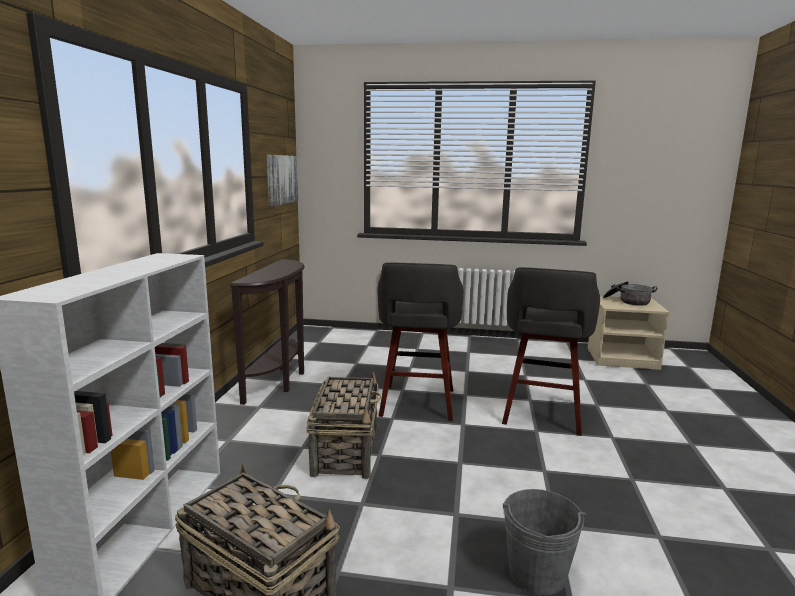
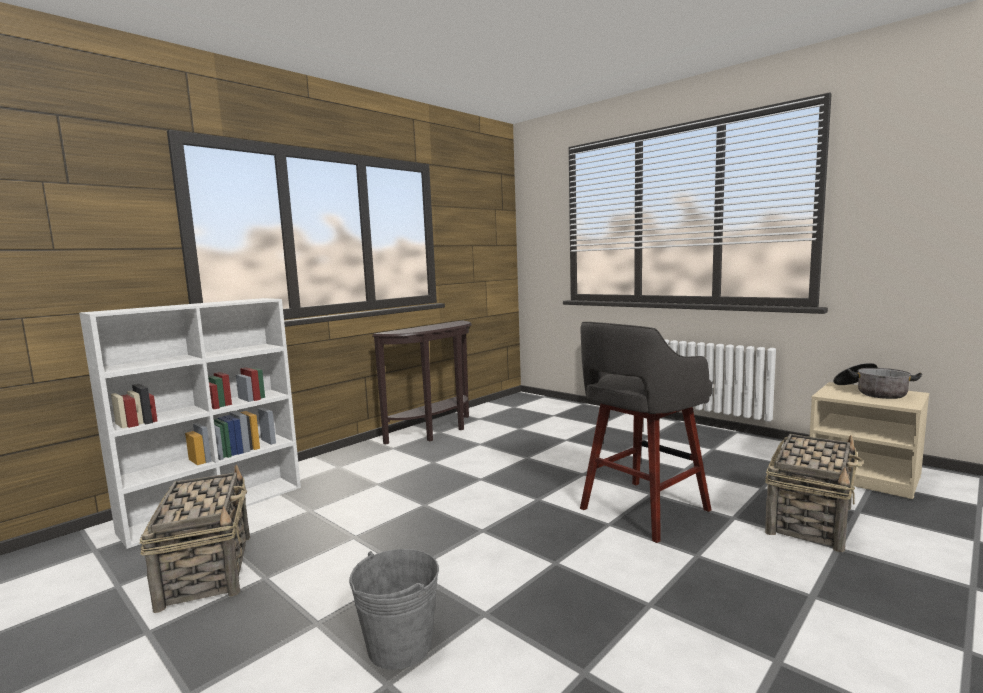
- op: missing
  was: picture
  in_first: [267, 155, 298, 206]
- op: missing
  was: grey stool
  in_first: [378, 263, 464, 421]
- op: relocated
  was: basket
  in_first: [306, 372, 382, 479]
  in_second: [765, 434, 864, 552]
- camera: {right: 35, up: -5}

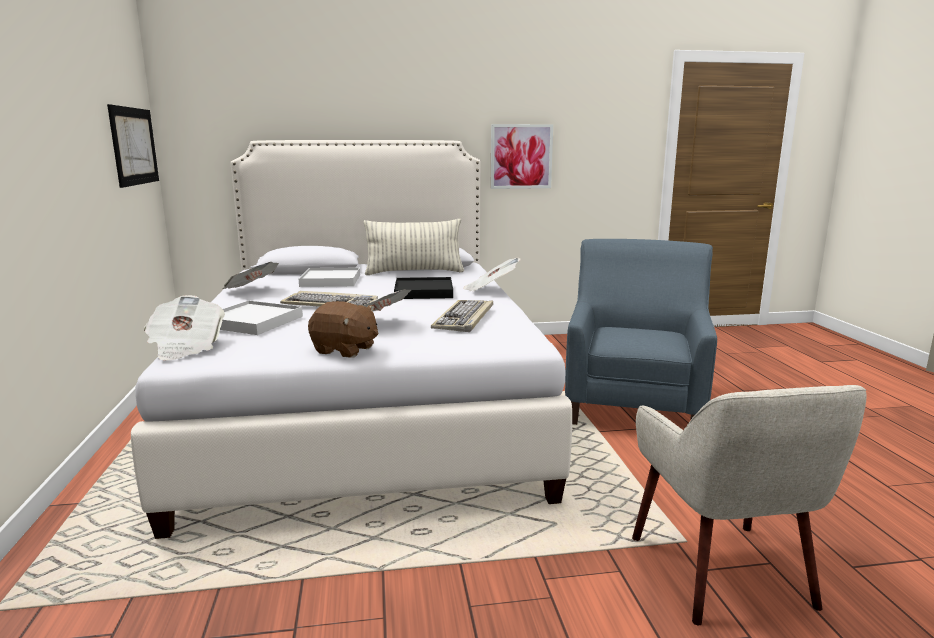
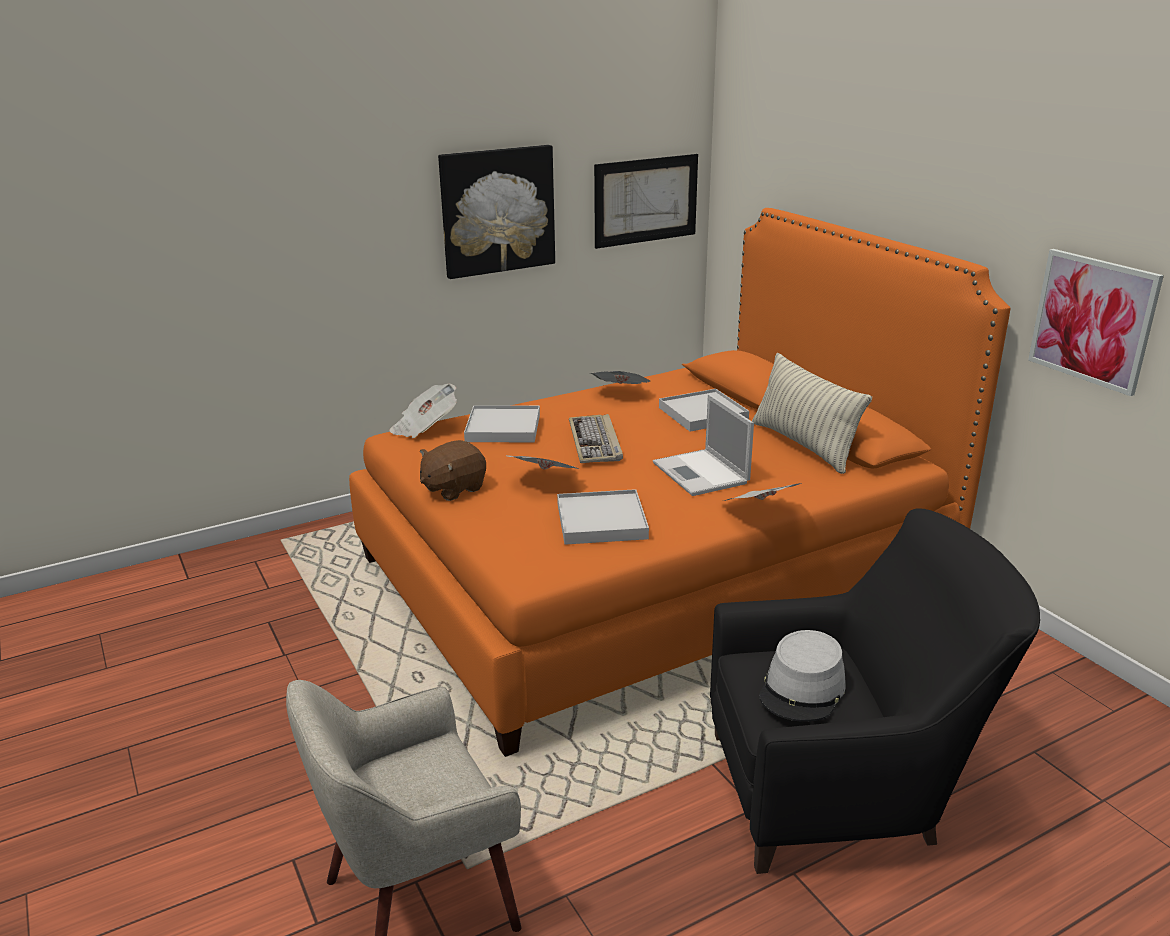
- op: appeared
  now: picture
  in_second: [438, 145, 555, 279]
- op: appeared
  now: grey hat
  in_second: [759, 630, 846, 722]
- op: exchanged
  was: black tray
  now: laptop
  in_first: [394, 277, 453, 299]
  in_second: [653, 394, 754, 496]
- op: exchanged
  was: keyboard
  now: white tray
  in_first: [431, 300, 493, 332]
  in_second: [557, 489, 649, 545]
- op: colour
  was: white bed
  now: orange bed
  in_first: [131, 140, 572, 539]
  in_second: [349, 208, 1010, 757]
- op: colour
  was: blue armchair
  now: black armchair
  in_first: [565, 239, 717, 425]
  in_second: [710, 508, 1040, 874]
- op: spun
  was: brown plush toy
  in_first: [308, 301, 378, 358]
  in_second: [420, 440, 486, 501]
  clockwise: 45
- camera: {right: 70, up: 10}

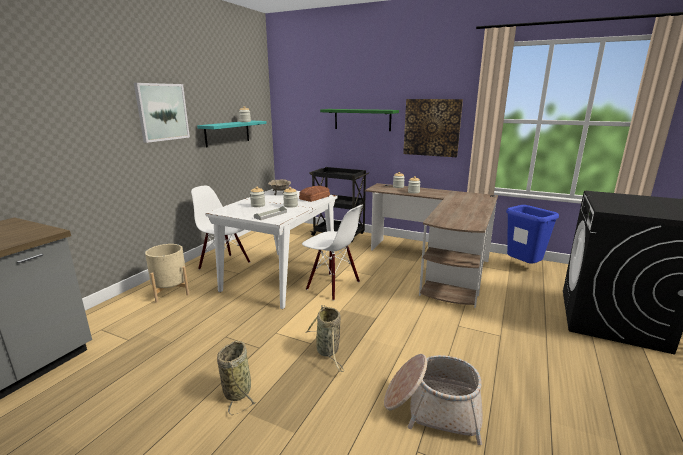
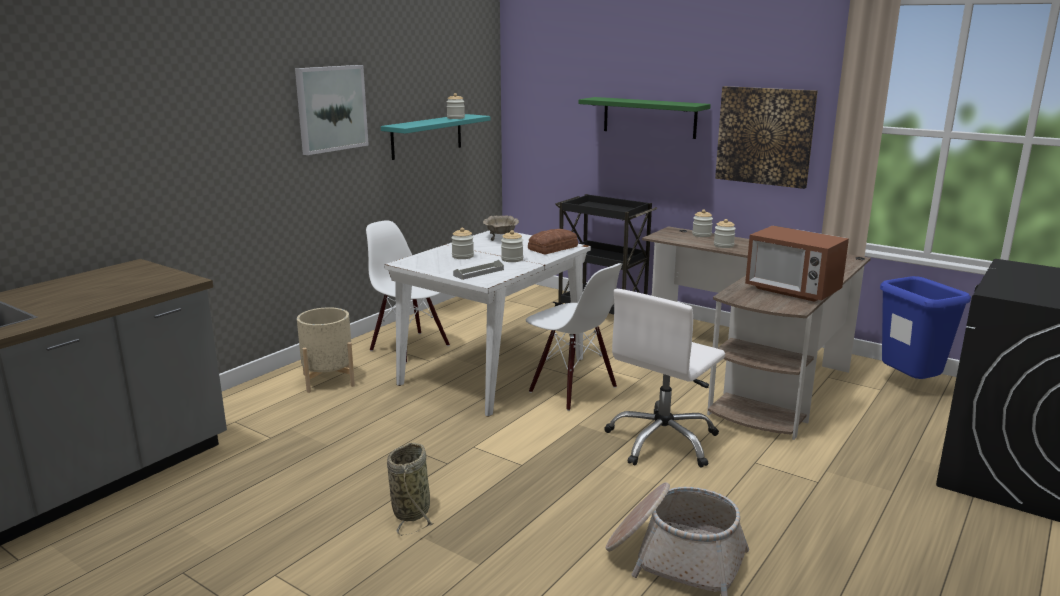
- op: missing
  was: basket
  in_first: [306, 305, 345, 372]
- op: appeared
  now: white office chair
  in_second: [604, 289, 725, 467]
- op: appeared
  now: microwave
  in_second: [745, 226, 849, 302]
- camera: {right: 10, up: 0}

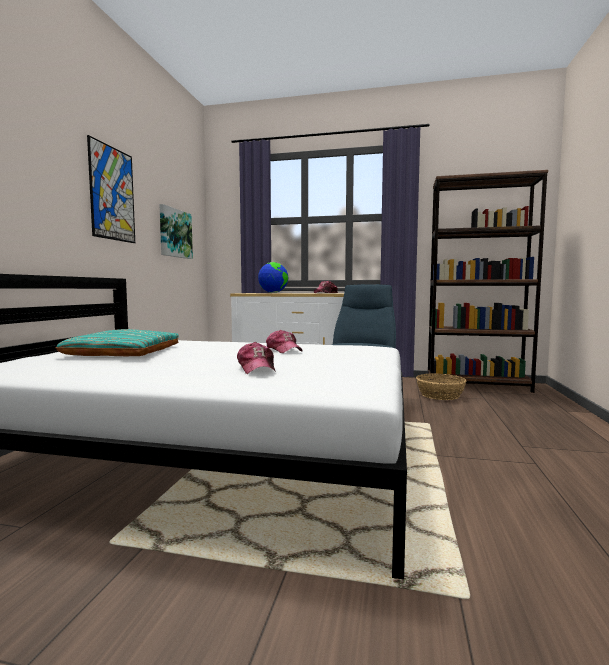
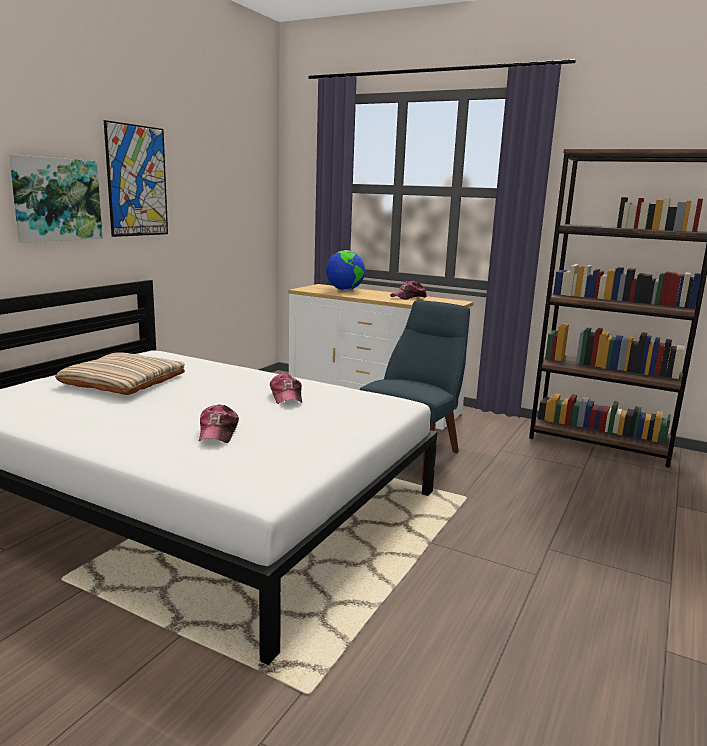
- op: missing
  was: basket
  in_first: [416, 373, 466, 400]
- op: relocated
  was: picture
  in_first: [159, 204, 193, 259]
  in_second: [9, 154, 103, 243]
- op: colour
  was: turquoise pillow
  now: beige pillow
  in_first: [55, 329, 179, 356]
  in_second: [55, 352, 185, 395]
- camera: {right: 15, up: 10}

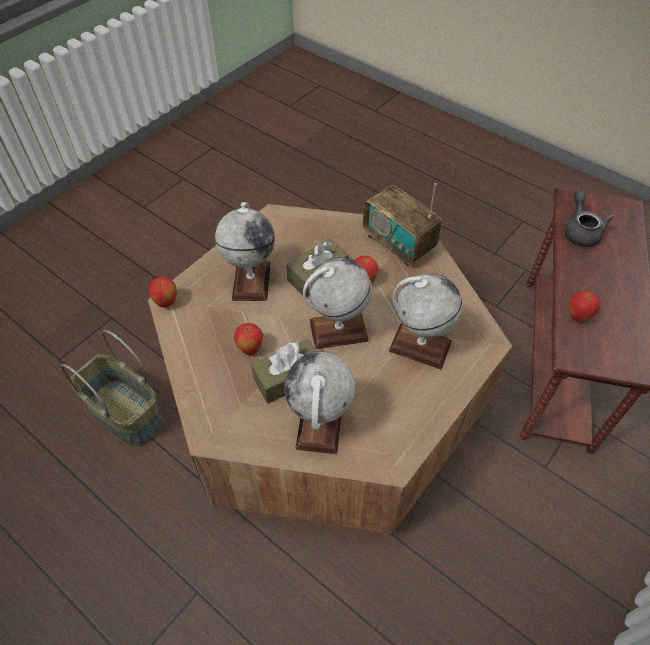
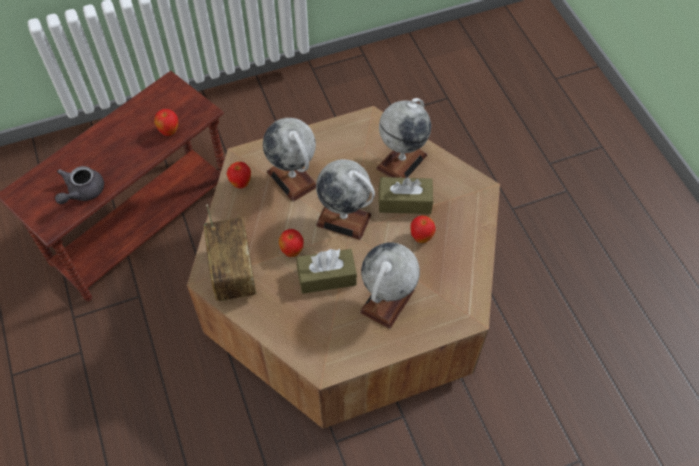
- op: missing
  was: basket
  in_first: [61, 330, 164, 446]
- op: relocated
  was: apple
  in_first: [149, 277, 177, 307]
  in_second: [227, 162, 251, 188]
- camera: {right: -150, up: 5}

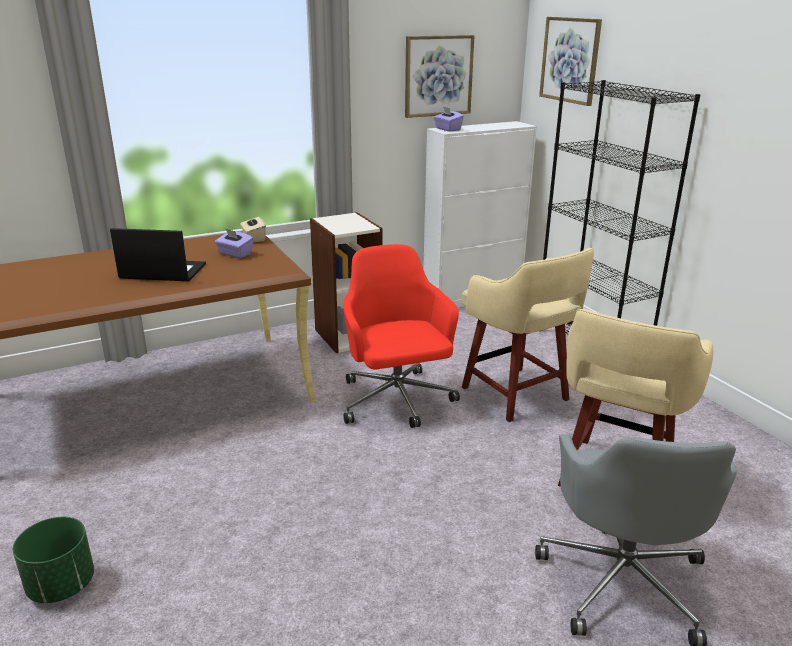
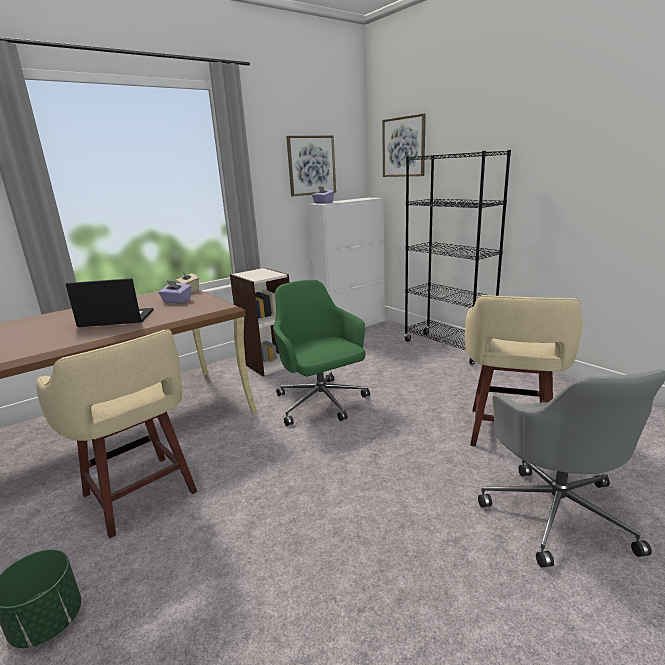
- op: relocated
  was: beige stool
  in_first: [462, 248, 594, 422]
  in_second: [36, 329, 197, 539]
- op: colour
  was: red office chair
  now: green office chair
  in_first: [343, 244, 460, 428]
  in_second: [273, 280, 370, 426]
- camera: {right: -10, up: -5}

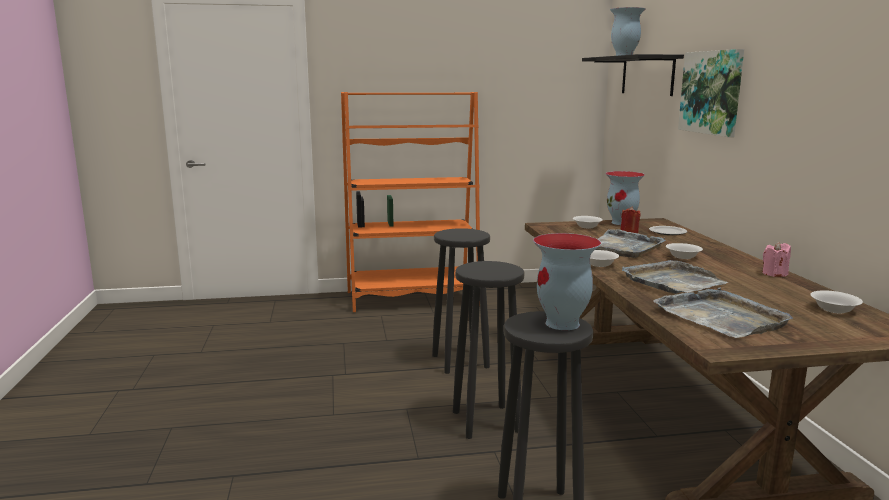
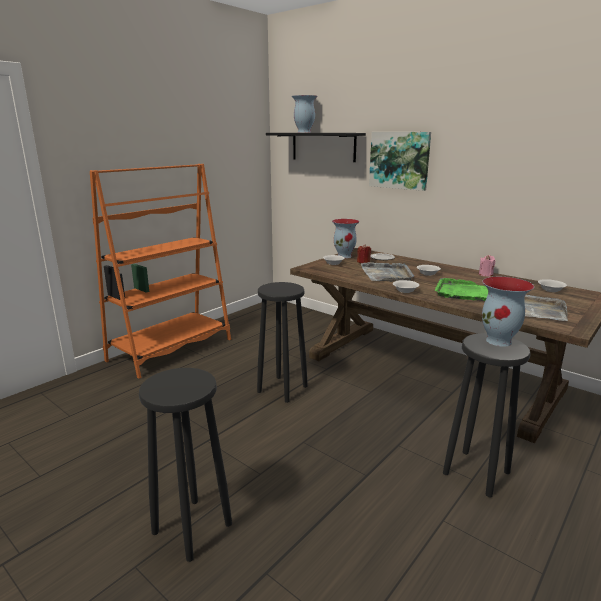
- op: relocated
  was: black stool
  in_first: [453, 261, 524, 439]
  in_second: [139, 368, 232, 562]
- op: colour
  was: grey tray
  now: green tray
  in_first: [622, 260, 728, 294]
  in_second: [434, 278, 488, 301]
- camera: {right: -40, up: 5}

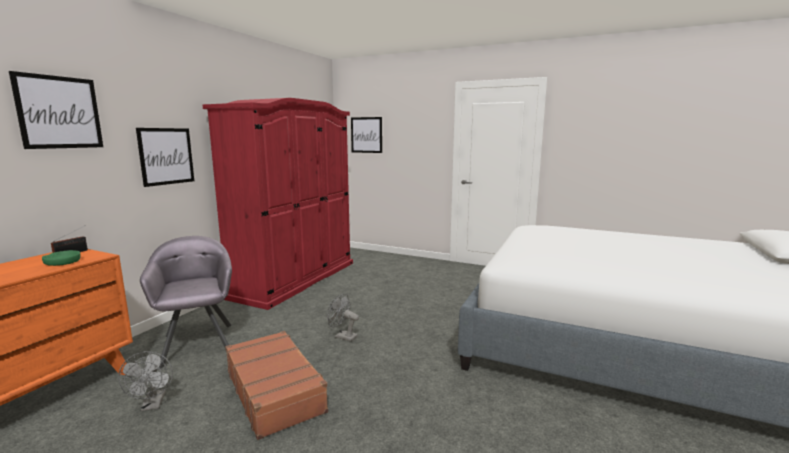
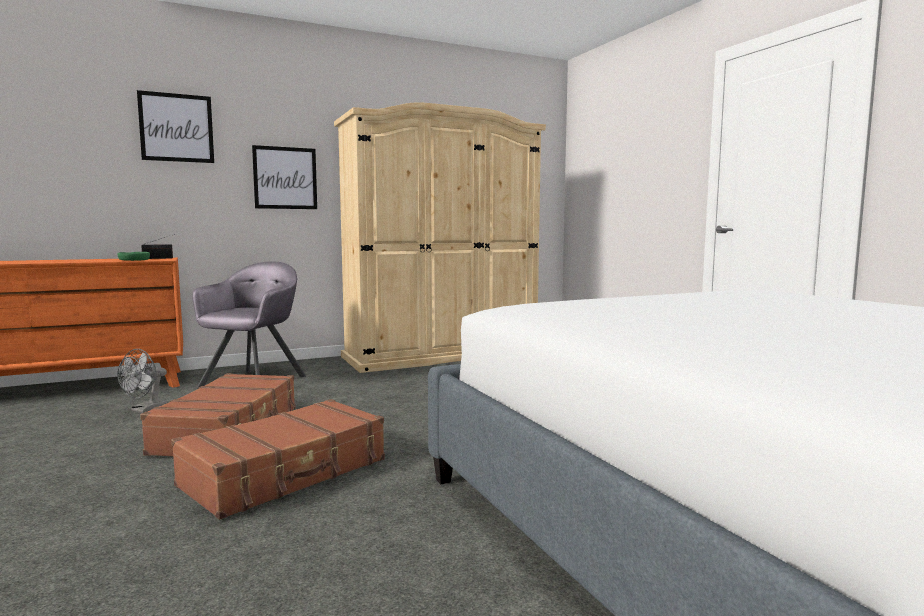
- op: missing
  was: grey fan
  in_first: [327, 294, 359, 342]
- op: missing
  was: picture
  in_first: [351, 117, 382, 153]
- op: appeared
  now: brown suitcase
  in_second: [171, 399, 385, 520]
- op: colour
  was: red wardrobe
  now: beige wardrobe
  in_first: [202, 98, 353, 310]
  in_second: [334, 102, 546, 373]
- camera: {right: 40, up: -5}

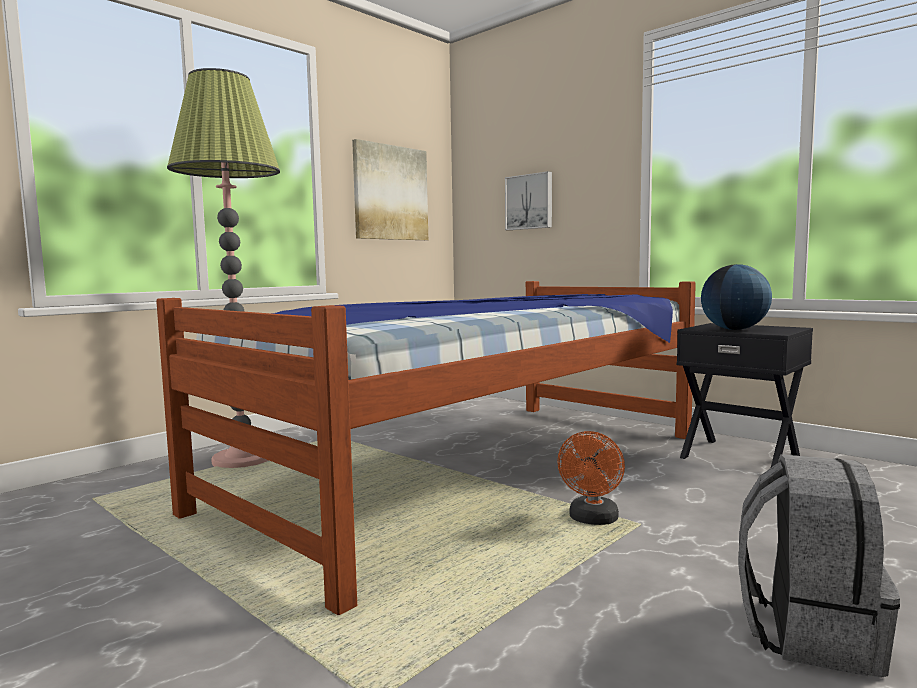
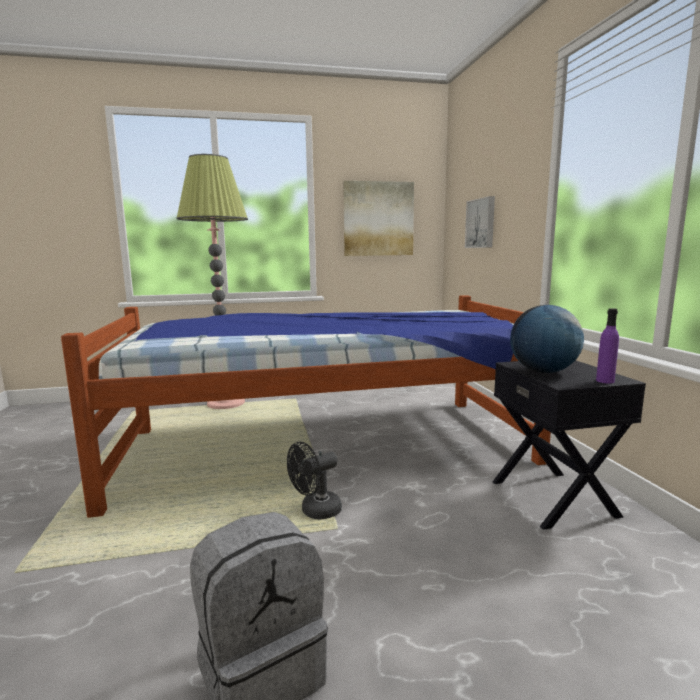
- op: appeared
  now: purple bottle
  in_second: [596, 308, 619, 383]
- op: colour
  was: orange fan
  now: black fan
  in_first: [557, 431, 625, 525]
  in_second: [287, 442, 342, 519]
- camera: {right: 35, up: 5}

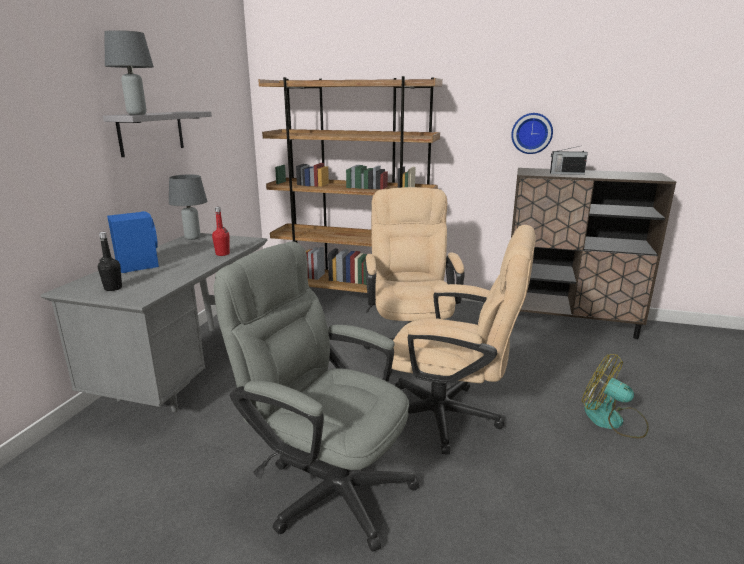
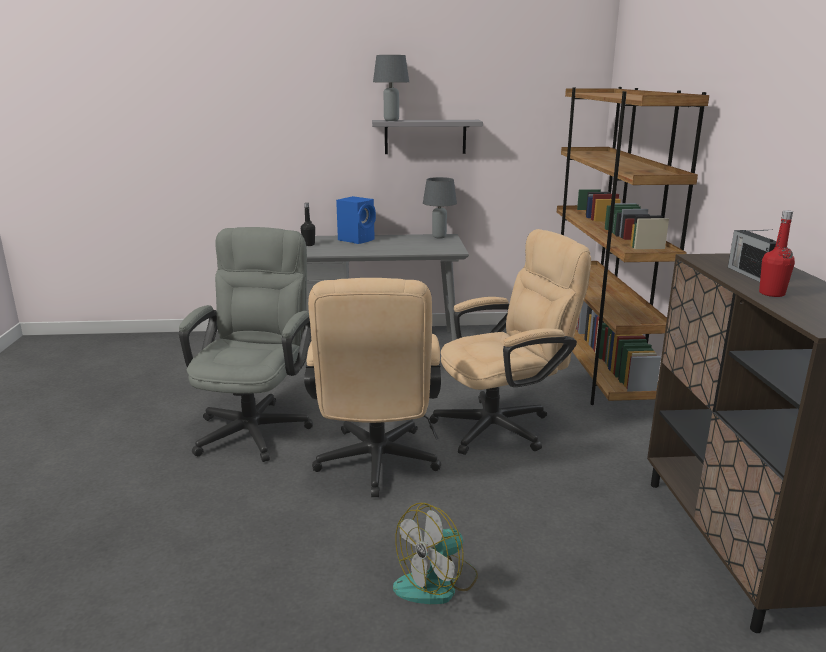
- op: missing
  was: wall clock
  in_first: [511, 113, 553, 154]
- op: relocated
  was: red bottle
  in_first: [212, 207, 230, 256]
  in_second: [759, 210, 795, 297]
- op: spun
  was: fan
  in_first: [582, 354, 649, 438]
  in_second: [393, 503, 478, 604]
  clockwise: -150
- camera: {right: 70, up: 0}

